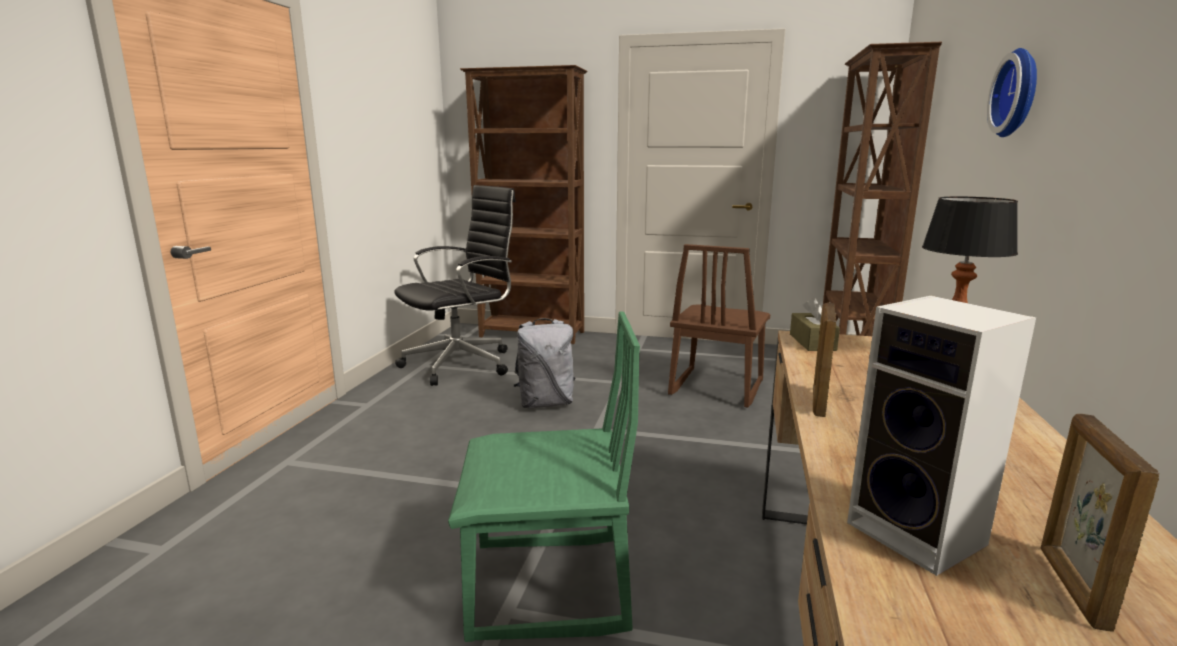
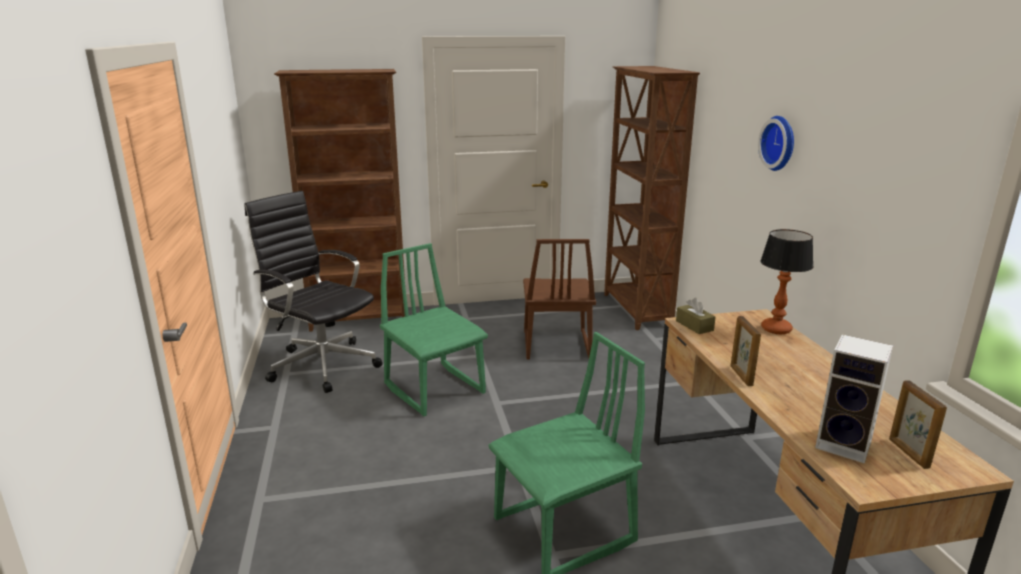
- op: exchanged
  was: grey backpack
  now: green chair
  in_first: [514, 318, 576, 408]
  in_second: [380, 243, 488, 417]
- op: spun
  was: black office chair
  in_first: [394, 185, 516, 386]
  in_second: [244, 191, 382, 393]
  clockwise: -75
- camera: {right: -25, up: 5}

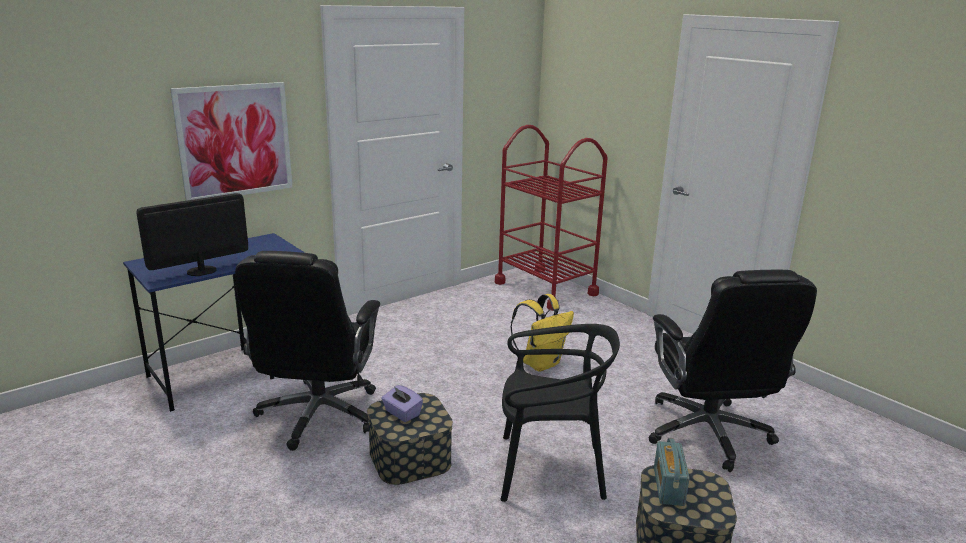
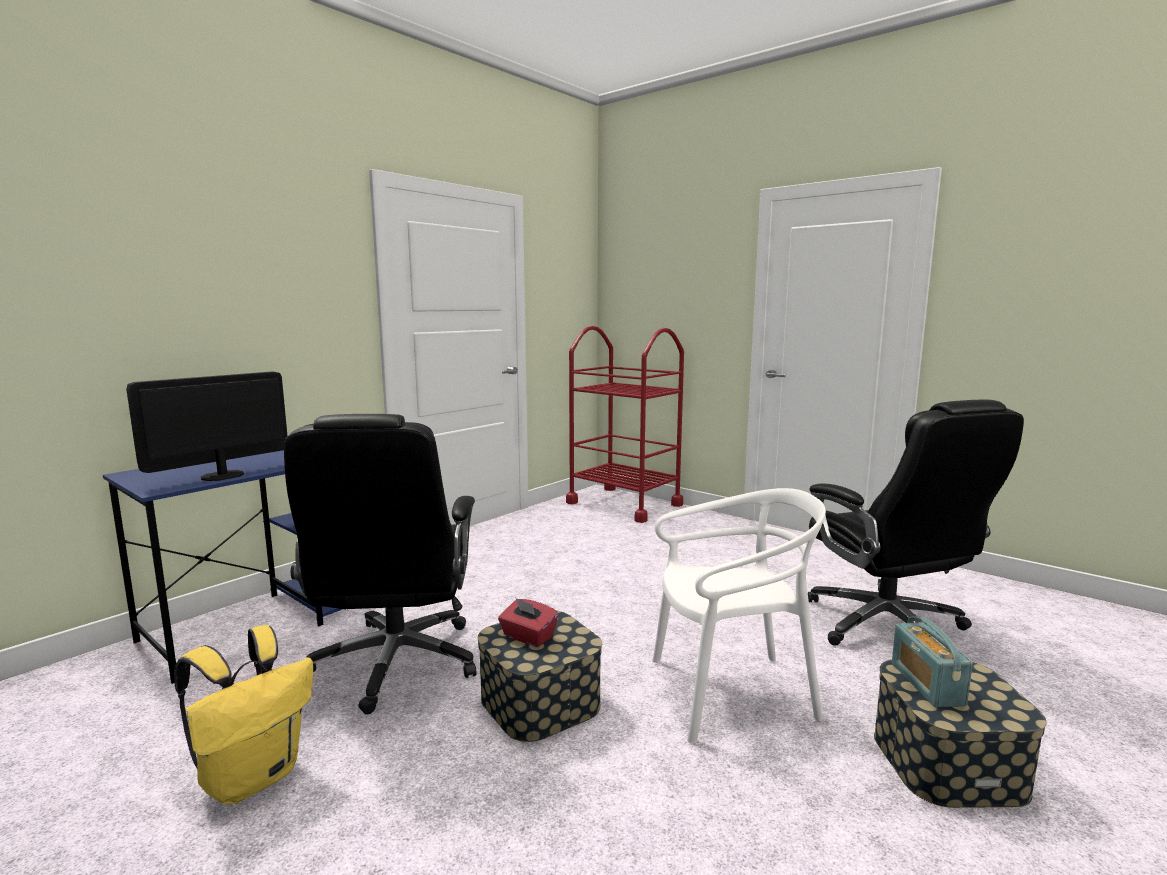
- op: missing
  was: picture
  in_first: [170, 82, 292, 201]
- op: relocated
  was: yellow backpack
  in_first: [510, 294, 574, 372]
  in_second: [174, 625, 313, 804]
- op: colour
  was: purple tissue box
  now: red tissue box
  in_first: [381, 385, 423, 422]
  in_second: [498, 598, 558, 647]
- op: colour
  was: black chair
  now: white chair
  in_first: [500, 324, 620, 502]
  in_second: [652, 488, 826, 743]
- camera: {right: -10, up: -10}

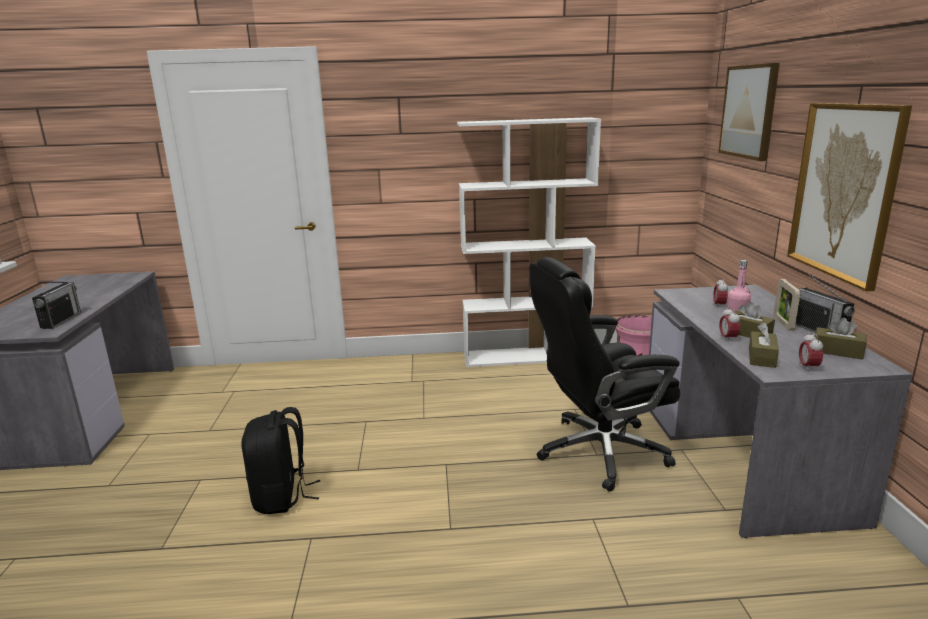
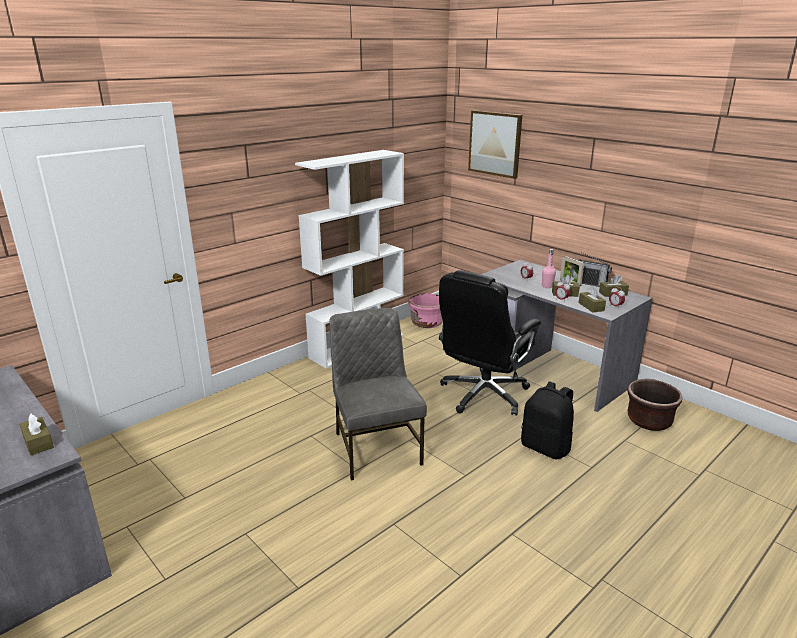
- op: missing
  was: picture
  in_first: [787, 103, 912, 291]
- op: appeared
  now: grey chair
  in_second: [329, 308, 427, 480]
- op: appeared
  now: brown planter
  in_second: [627, 379, 682, 431]
- op: relocated
  was: black backpack
  in_first: [241, 407, 320, 514]
  in_second: [521, 381, 574, 460]
- op: exchanged
  was: radio
  now: brown tissue box
  in_first: [32, 281, 81, 329]
  in_second: [19, 413, 54, 455]
- camera: {right: -40, up: 5}

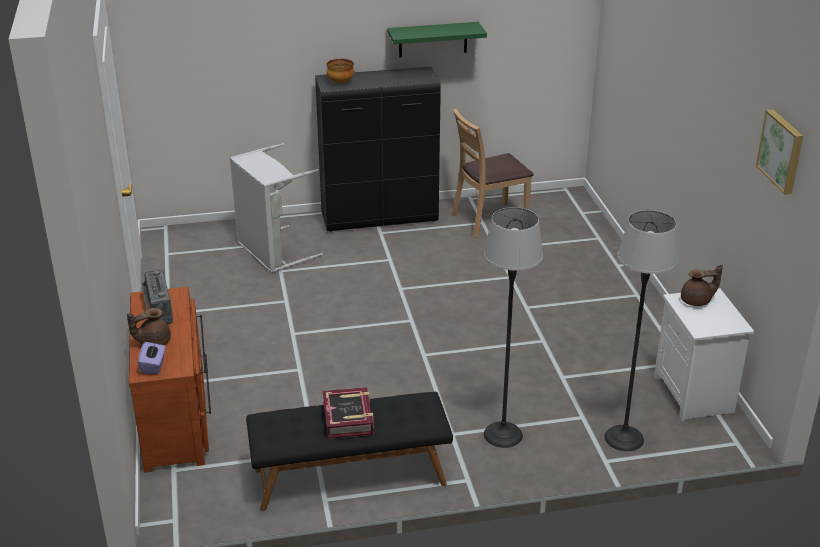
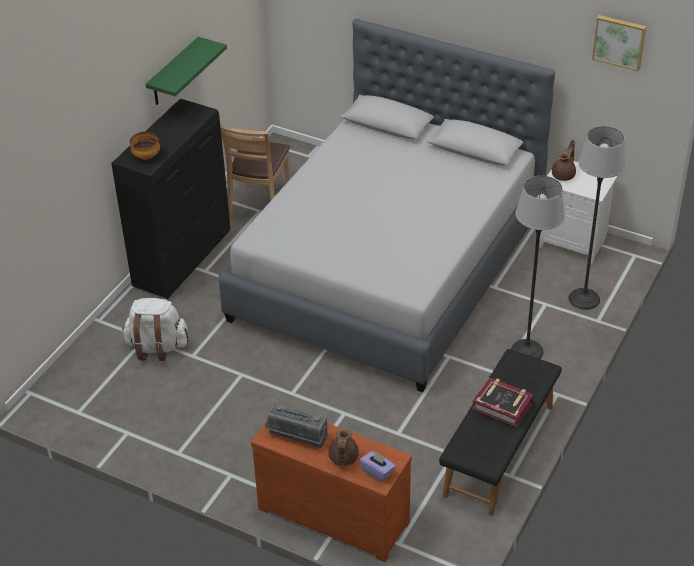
- op: appeared
  now: grey bed
  in_second: [218, 19, 555, 392]
- op: exchanged
  was: grey laundry basket
  now: white backpack
  in_first: [230, 143, 323, 273]
  in_second: [122, 298, 188, 361]
- camera: {right: -50, up: 10}

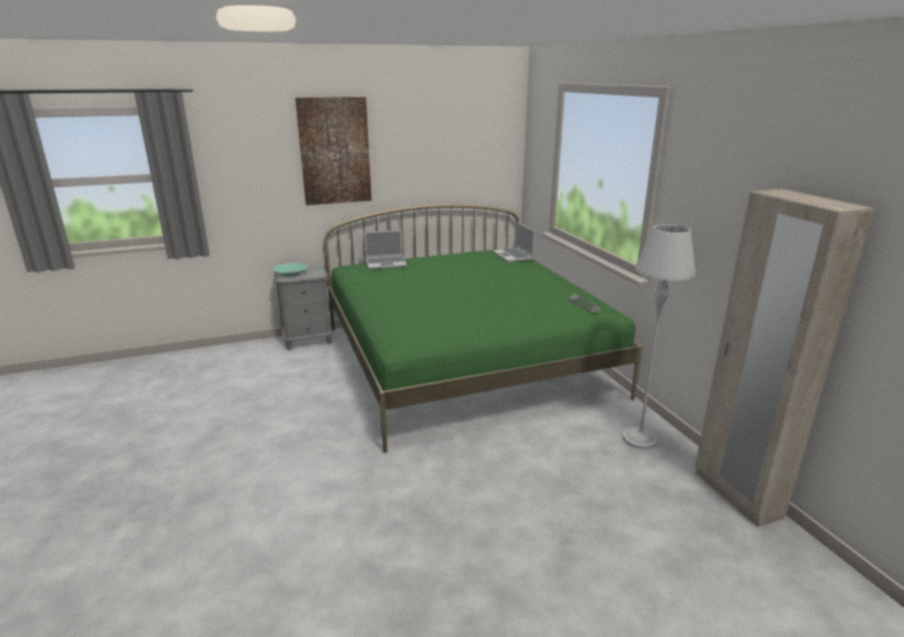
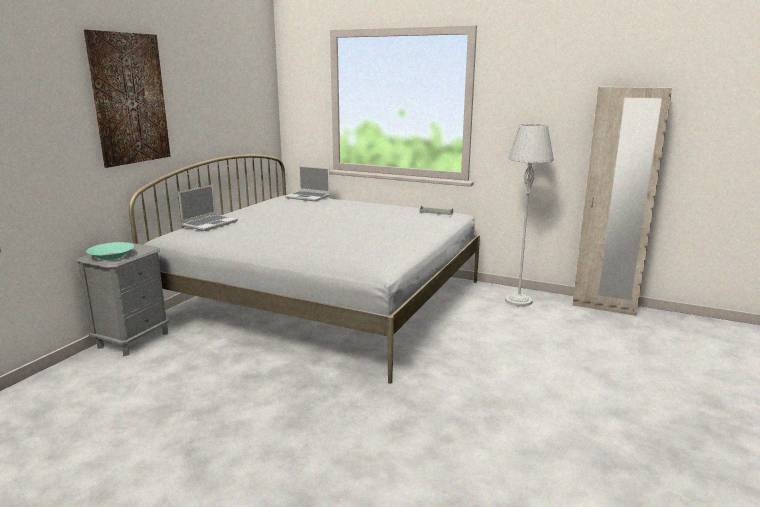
- op: colour
  was: green bed
  now: white bed
  in_first: [324, 204, 642, 453]
  in_second: [129, 154, 480, 384]
- camera: {right: -45, up: -5}

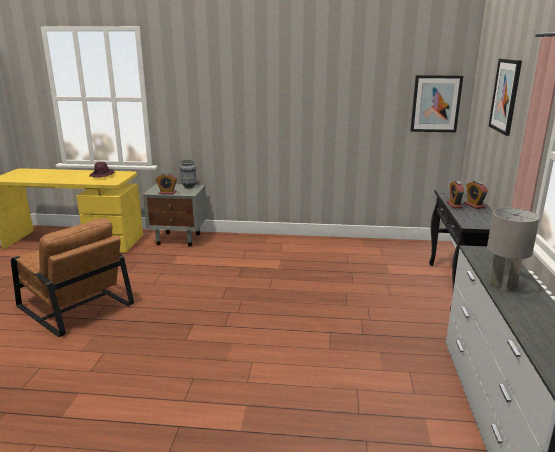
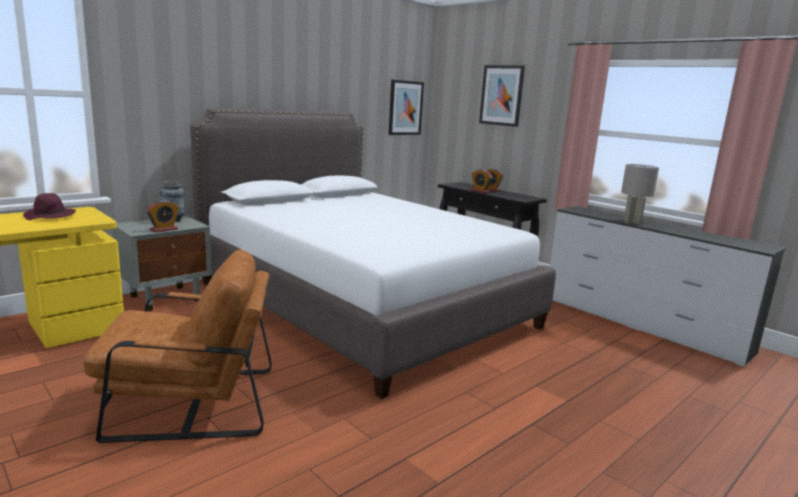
- op: appeared
  now: white bed
  in_second: [190, 108, 556, 399]
- camera: {right: -50, up: -5}

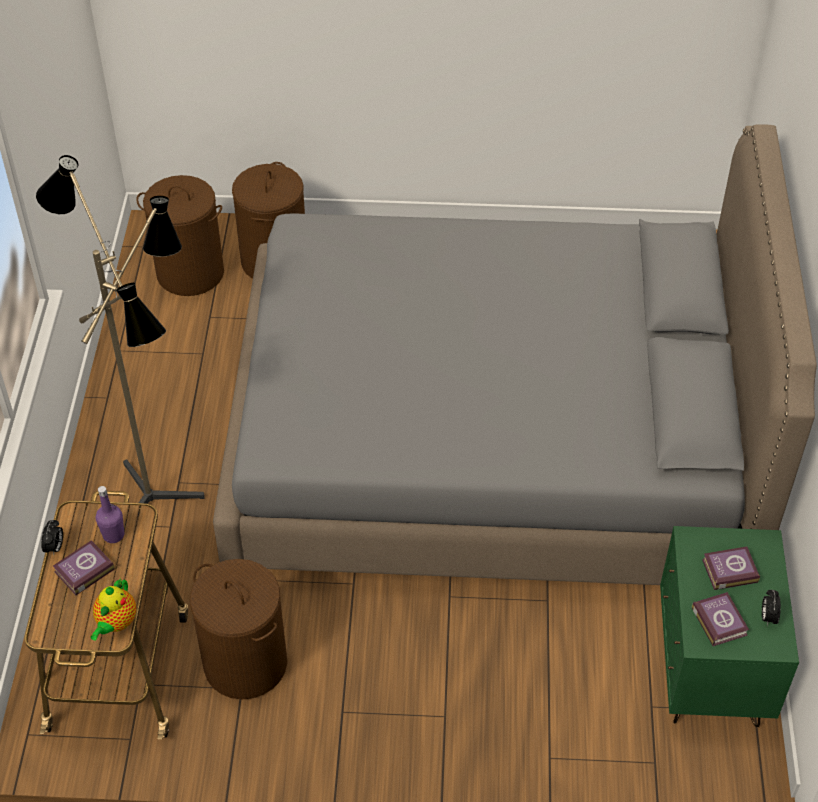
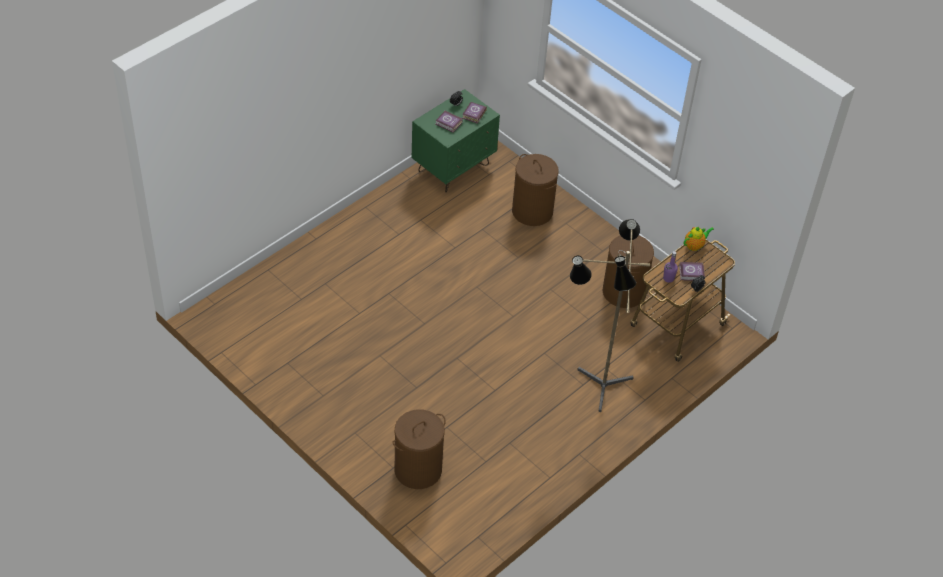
- op: missing
  was: grey bed
  in_first: [213, 124, 817, 585]
- op: relocated
  was: brown laundry basket
  in_first: [136, 175, 224, 296]
  in_second: [512, 154, 559, 226]
- camera: {right: -140, up: 0}

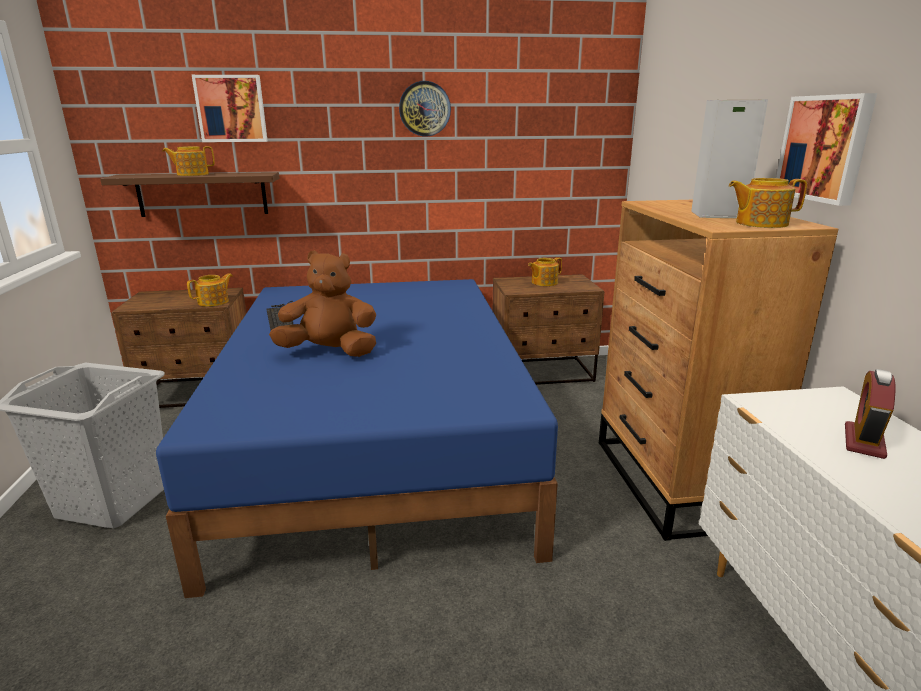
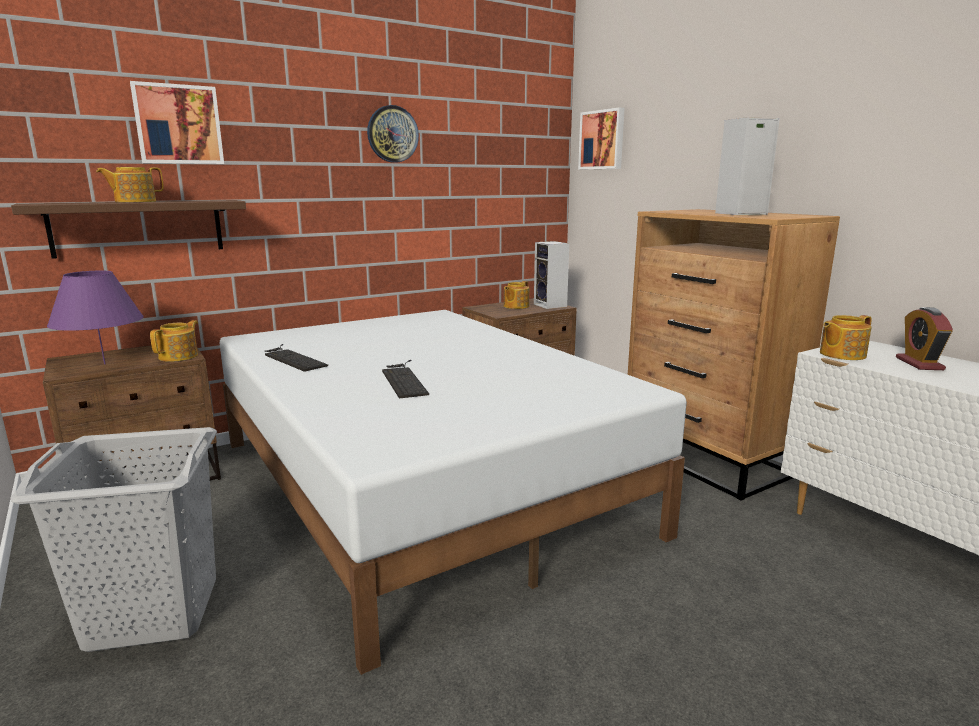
- op: appeared
  now: purple table lamp
  in_second: [47, 271, 144, 364]
- op: appeared
  now: speaker
  in_second: [534, 241, 569, 309]
- op: relocated
  was: teapot
  in_first: [729, 178, 807, 228]
  in_second: [820, 315, 872, 360]
- op: relocated
  was: picture
  in_first: [776, 93, 877, 206]
  in_second: [578, 107, 625, 169]
- op: exchanged
  was: brown plush toy
  now: keyboard
  in_first: [269, 250, 376, 357]
  in_second: [382, 360, 429, 399]
- op: colour
  was: blue bed
  now: white bed
  in_first: [156, 279, 558, 598]
  in_second: [220, 310, 687, 675]
- camera: {right: -25, up: -5}

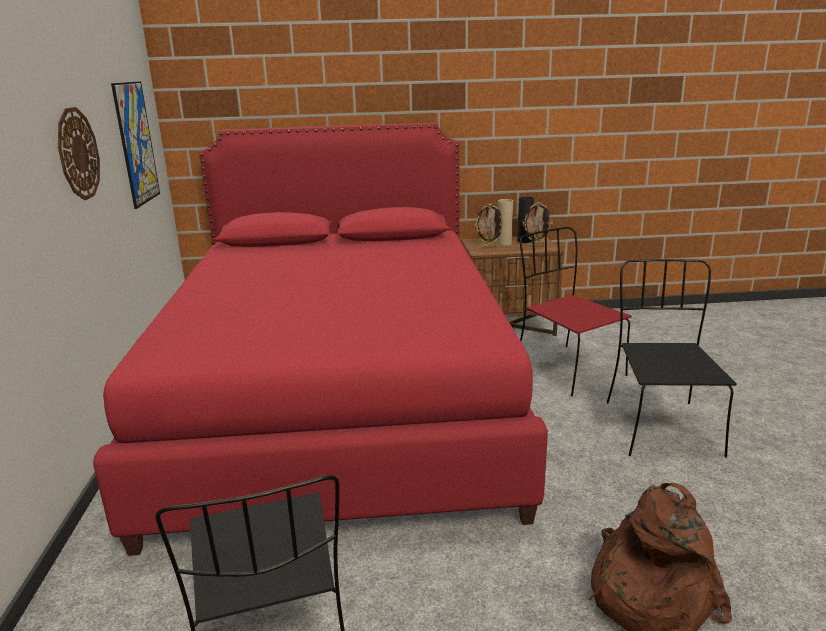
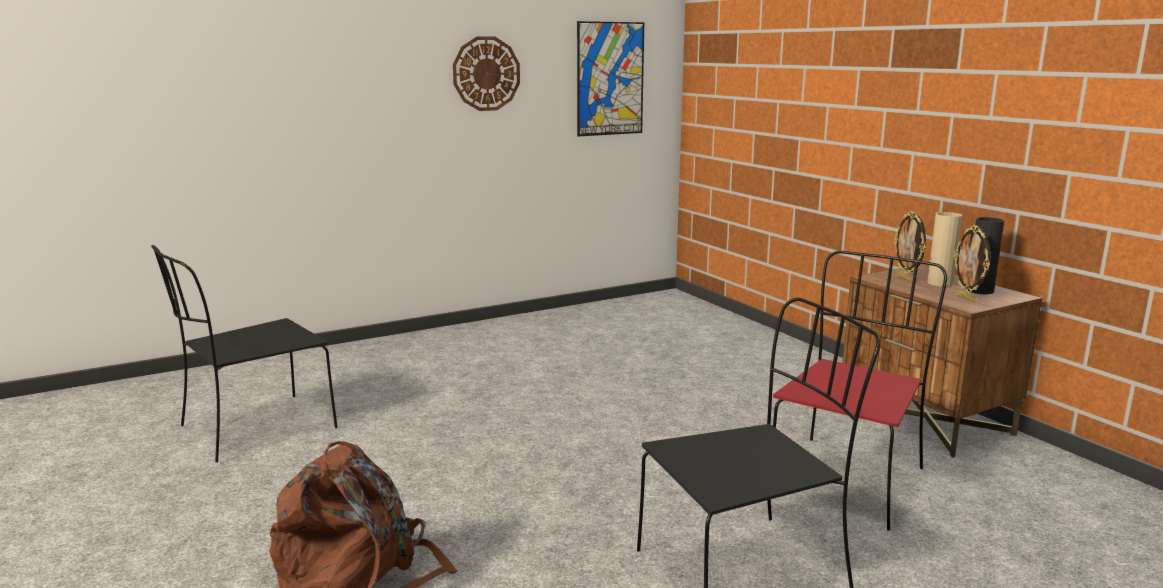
- op: missing
  was: red bed
  in_first: [93, 122, 548, 556]
- camera: {right: 65, up: -5}

